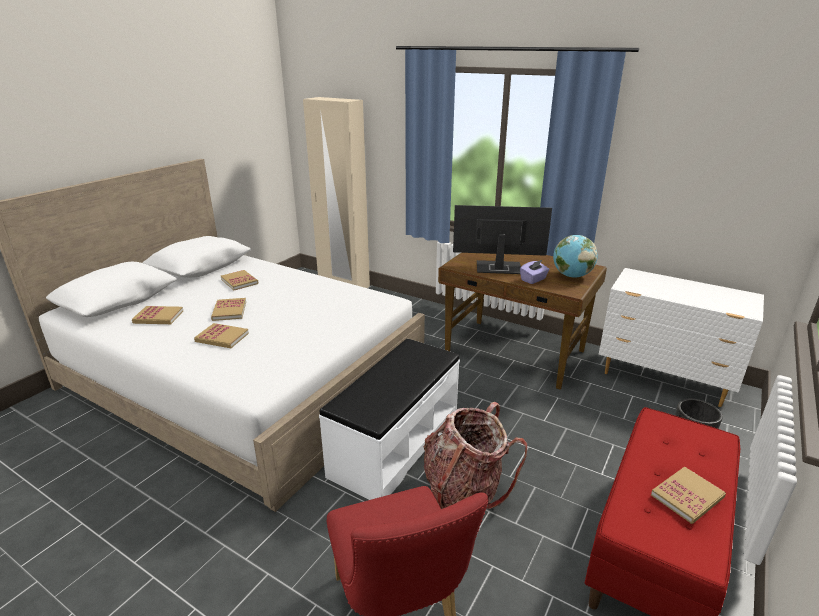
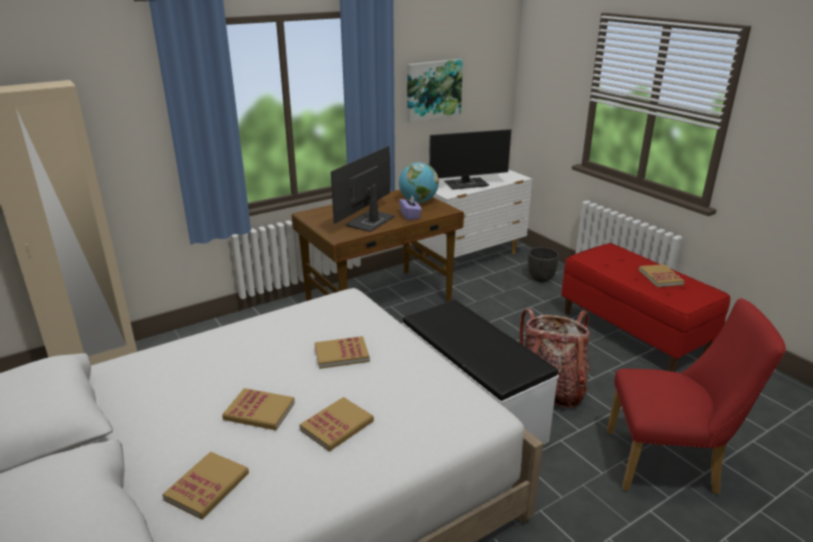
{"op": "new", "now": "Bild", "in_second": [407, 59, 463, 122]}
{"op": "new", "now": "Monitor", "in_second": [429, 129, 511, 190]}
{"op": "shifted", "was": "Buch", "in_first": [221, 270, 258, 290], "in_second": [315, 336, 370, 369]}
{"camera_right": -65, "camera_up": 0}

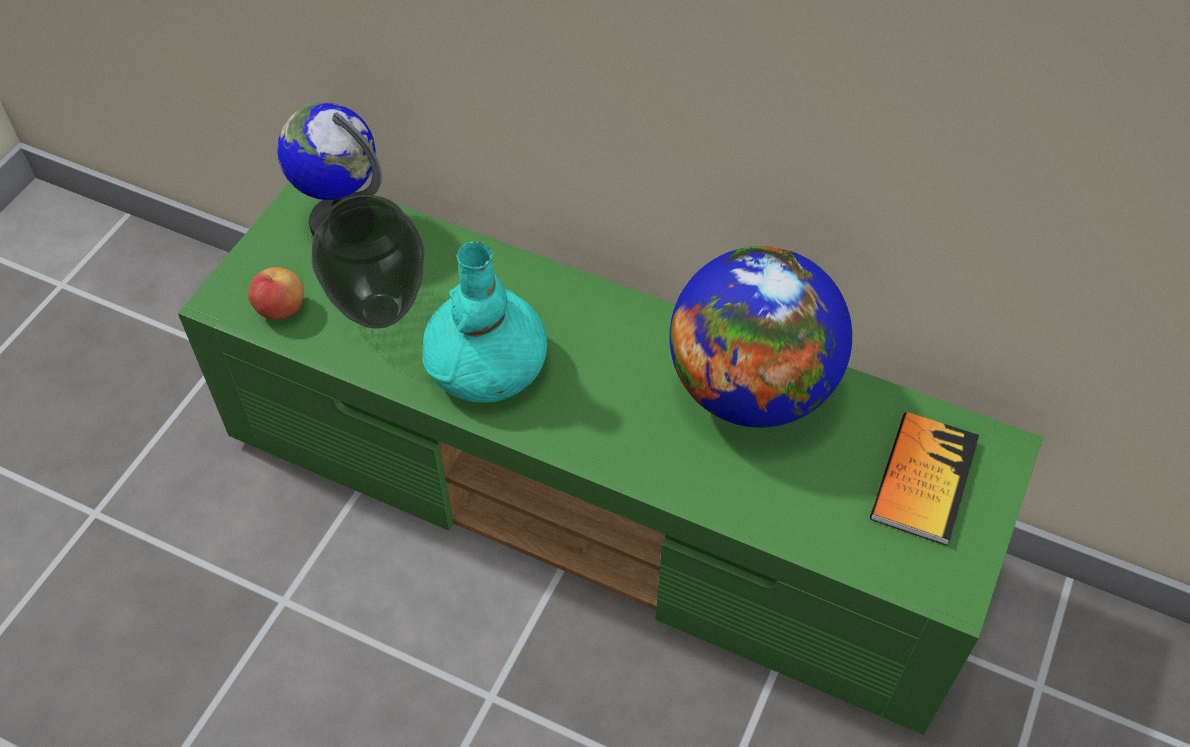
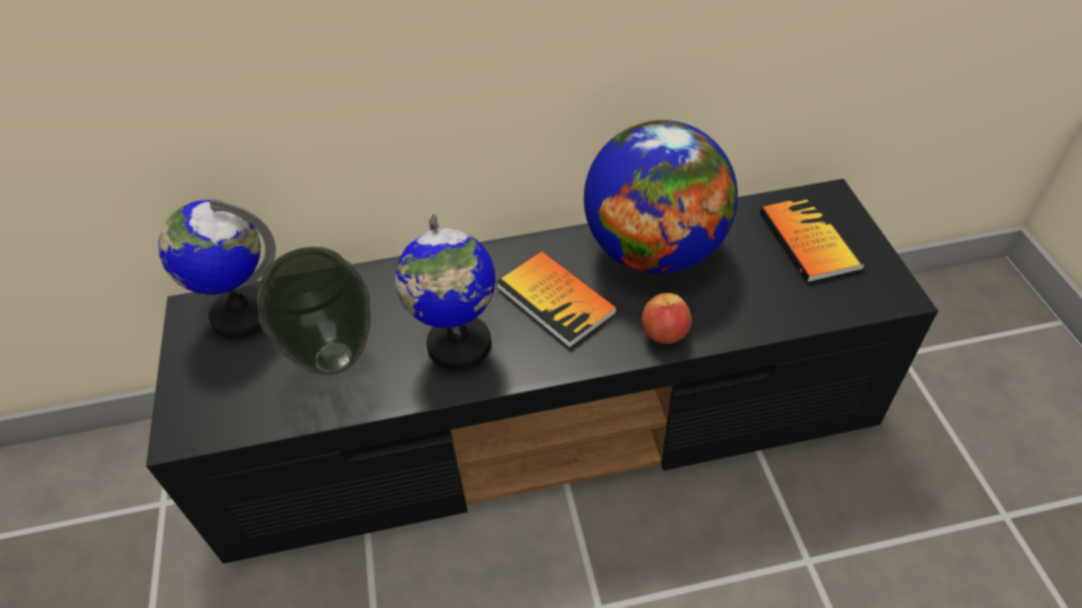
{"op": "new", "now": "Buch", "in_second": [496, 251, 617, 348]}
{"op": "shifted", "was": "Apfel", "in_first": [248, 267, 304, 320], "in_second": [642, 293, 692, 344]}
{"op": "swapped", "was": "Vase [türkis]", "now": "Globus", "in_first": [423, 242, 547, 403], "in_second": [395, 214, 495, 371]}
{"op": "repainted", "was": "Fernsehschrank [grün]", "now": "Fernsehschrank [schwarz]", "in_first": [178, 182, 1043, 735], "in_second": [146, 179, 938, 564]}
{"camera_right": -35, "camera_up": -5}

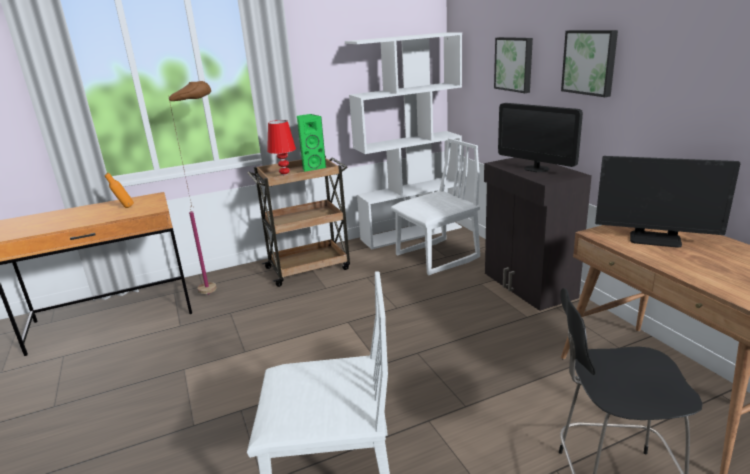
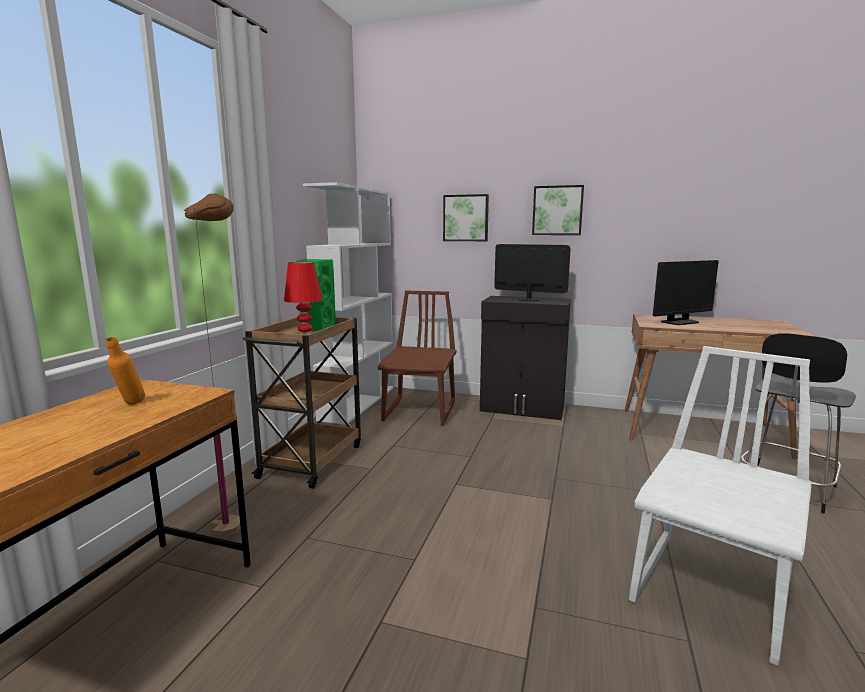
{"op": "repainted", "was": "Stuhl [weiß]", "now": "Stuhl [braun]", "in_first": [391, 138, 480, 275], "in_second": [378, 291, 456, 426]}
{"op": "rotated", "was": "Monitor", "in_first": [498, 103, 583, 172], "in_second": [495, 244, 571, 301], "clockwise": -150}
{"camera_right": -50, "camera_up": -10}

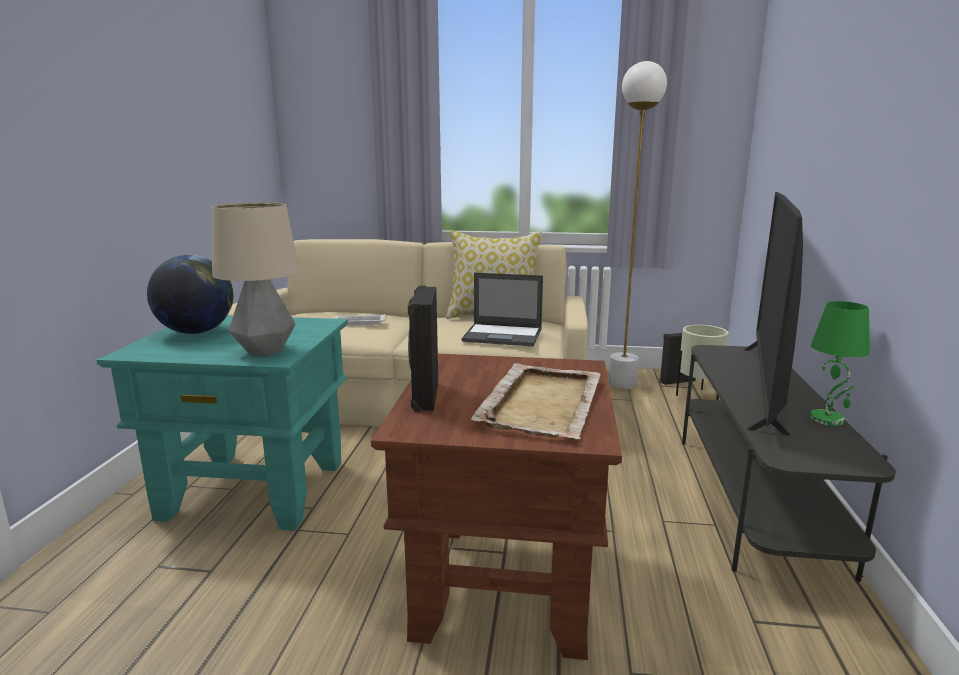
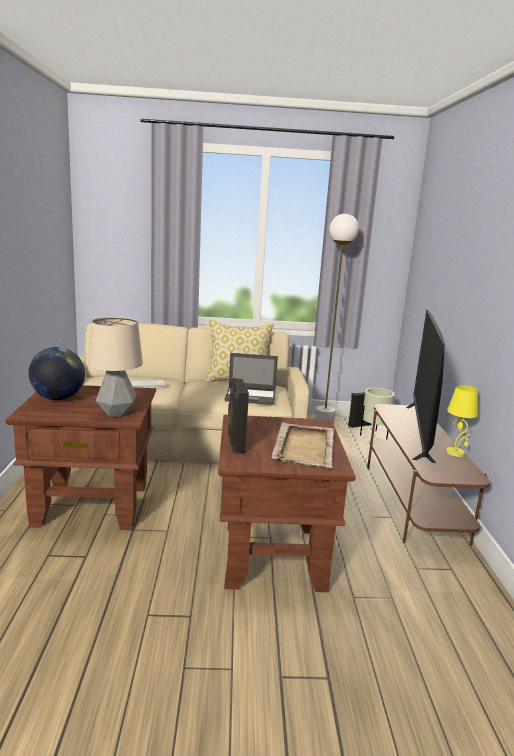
{"op": "repainted", "was": "Beistelltisch [türkis]", "now": "Beistelltisch [braun]", "in_first": [97, 315, 348, 531], "in_second": [5, 385, 156, 530]}
{"op": "repainted", "was": "Fernsehschrank [grau]", "now": "Fernsehschrank [braun]", "in_first": [682, 345, 896, 582], "in_second": [367, 404, 490, 546]}
{"op": "repainted", "was": "Tischlampe [grün]", "now": "Tischlampe [gelb]", "in_first": [810, 301, 870, 426], "in_second": [446, 385, 478, 457]}
{"camera_right": -10, "camera_up": 0}

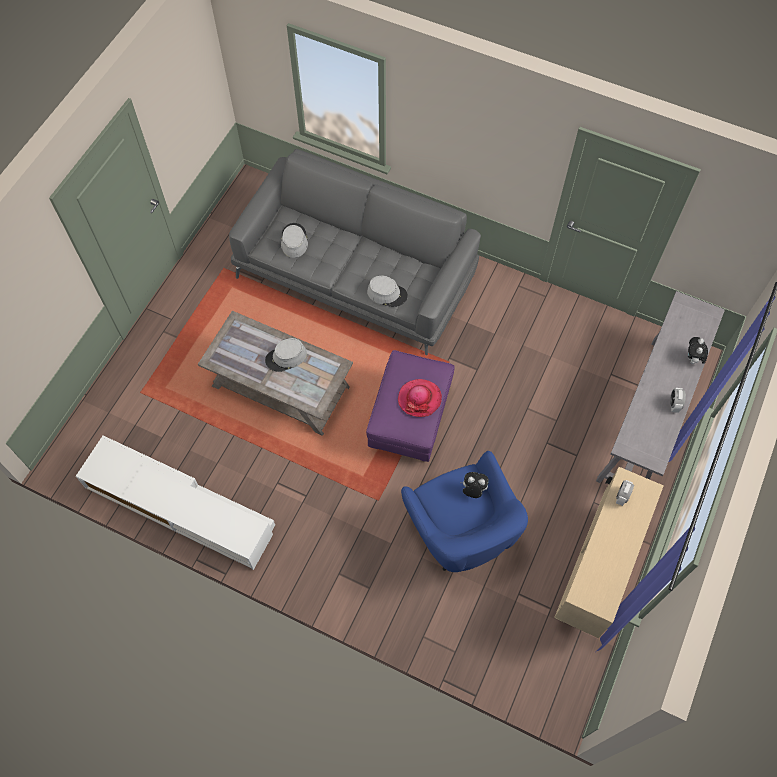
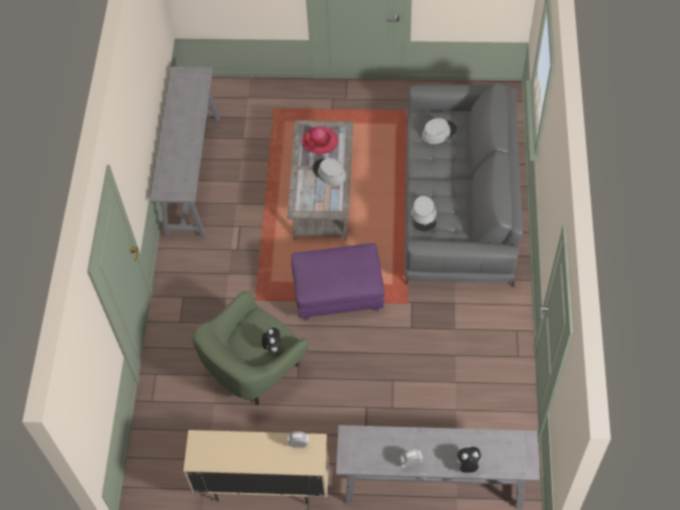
{"op": "shifted", "was": "Hut", "in_first": [398, 379, 442, 417], "in_second": [302, 126, 338, 154]}
{"op": "swapped", "was": "Fernsehschrank [weiß]", "now": "Konsolentisch [grau]", "in_first": [76, 436, 275, 570], "in_second": [150, 67, 220, 238]}
{"op": "repainted", "was": "Sessel [blau]", "now": "Sessel [grün]", "in_first": [401, 451, 528, 572], "in_second": [192, 291, 309, 405]}
{"camera_right": 70, "camera_up": -5}

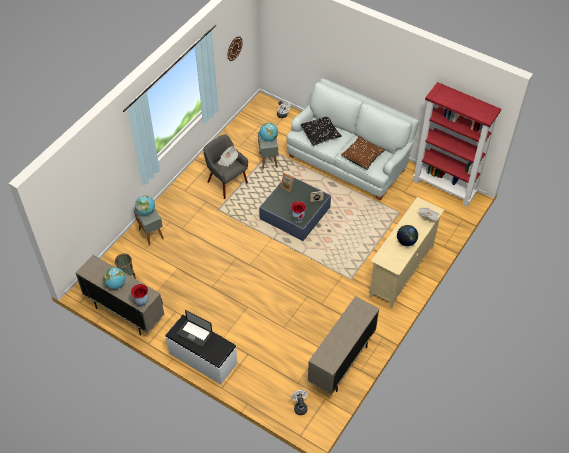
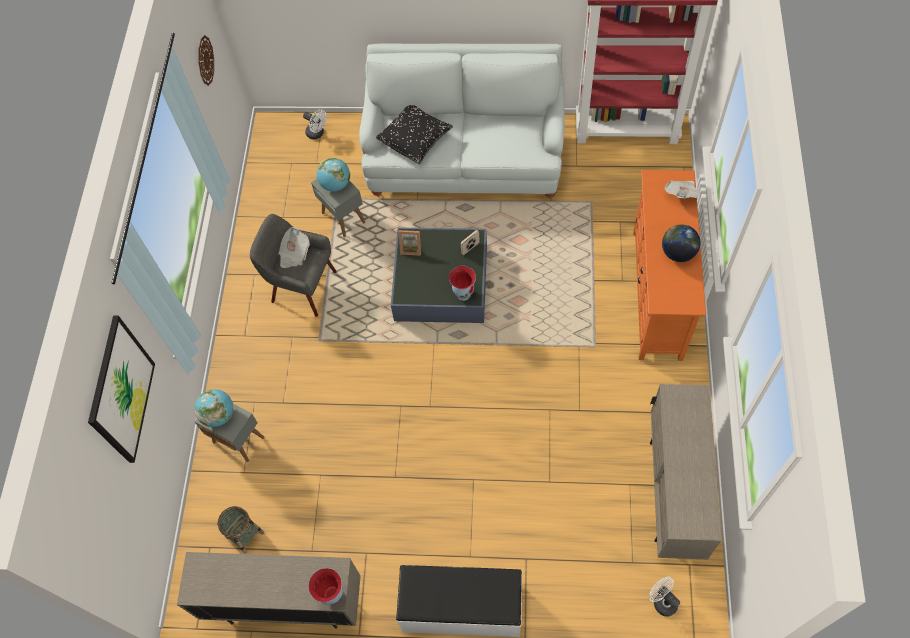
{"op": "gone", "was": "Globus", "in_first": [103, 267, 126, 289]}
{"op": "gone", "was": "Laptop", "in_first": [177, 310, 212, 347]}
{"op": "gone", "was": "Kissen [braun]", "in_first": [341, 136, 385, 170]}
{"op": "new", "now": "Bild", "in_second": [88, 315, 155, 463]}
{"op": "repainted", "was": "Fernsehschrank [beige]", "now": "Fernsehschrank [orange]", "in_first": [369, 197, 444, 309], "in_second": [633, 170, 706, 361]}
{"camera_right": -25, "camera_up": 10}

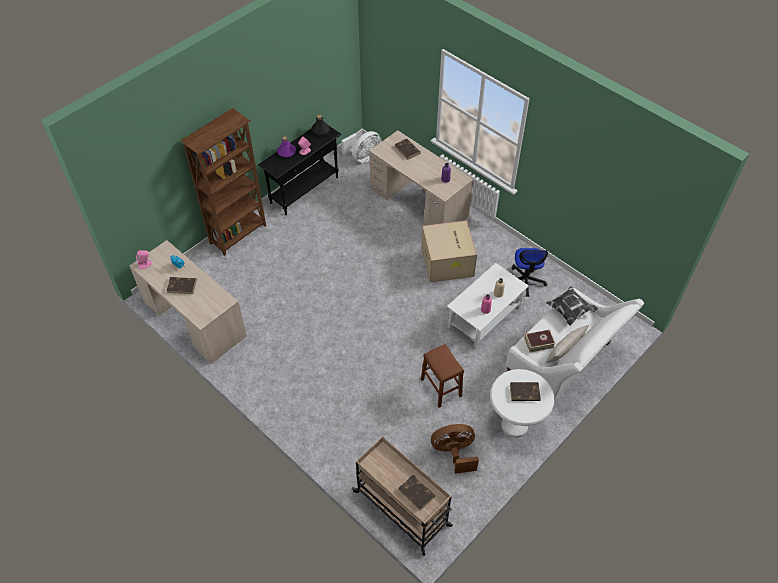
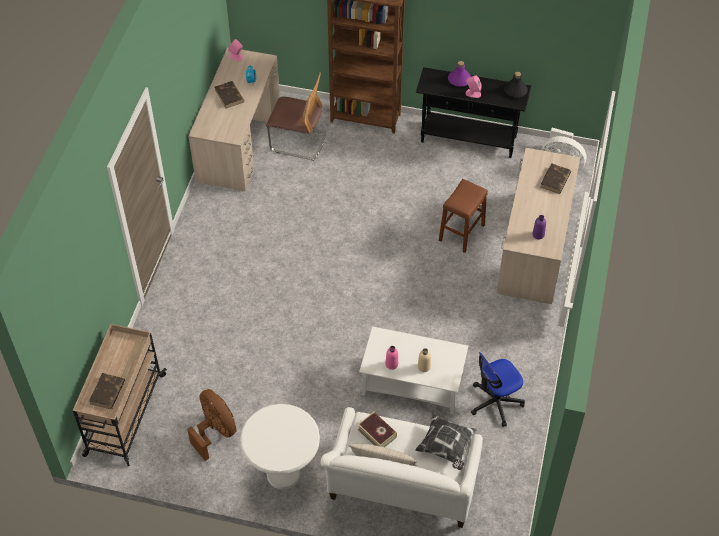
{"op": "gone", "was": "Karton", "in_first": [421, 220, 477, 282]}
{"op": "gone", "was": "Buch [braun]", "in_first": [510, 382, 541, 401]}
{"op": "new", "now": "Stuhl", "in_second": [266, 72, 326, 161]}
{"op": "shifted", "was": "Hocker [braun]", "in_first": [421, 344, 464, 408], "in_second": [439, 179, 488, 253]}
{"camera_right": 60, "camera_up": 0}

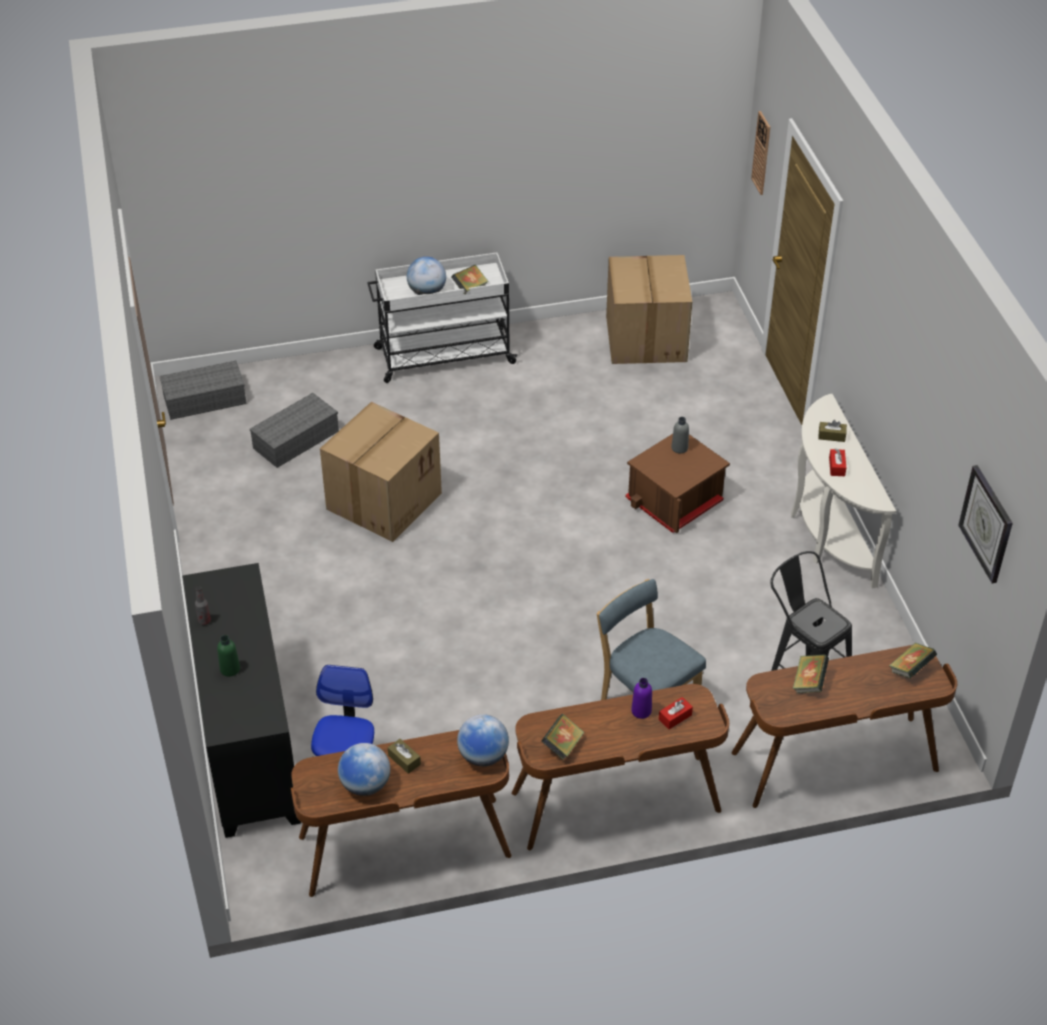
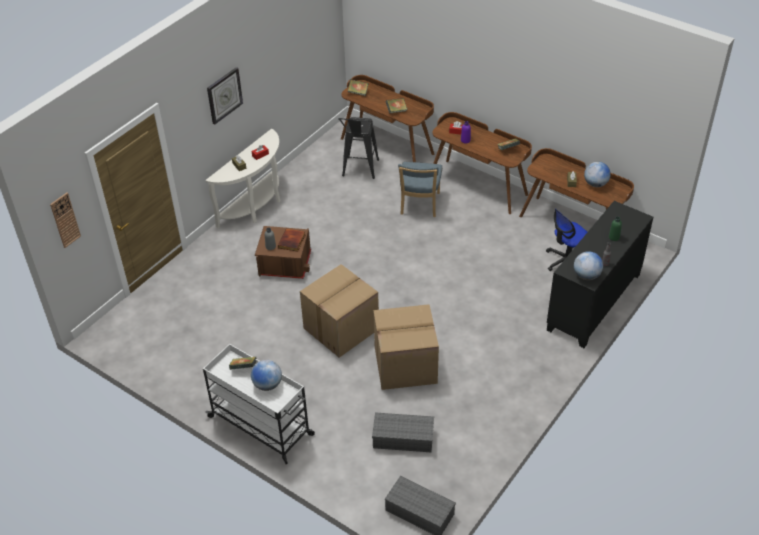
{"op": "new", "now": "Buch", "in_second": [278, 228, 306, 252]}
{"op": "shifted", "was": "Globus", "in_first": [457, 714, 509, 766], "in_second": [574, 251, 603, 280]}
{"op": "shifted", "was": "Karton", "in_first": [606, 255, 692, 364], "in_second": [300, 264, 379, 358]}
{"op": "shifted", "was": "Wanduhr", "in_first": [958, 465, 1013, 583], "in_second": [207, 67, 243, 125]}
{"camera_right": -130, "camera_up": 0}

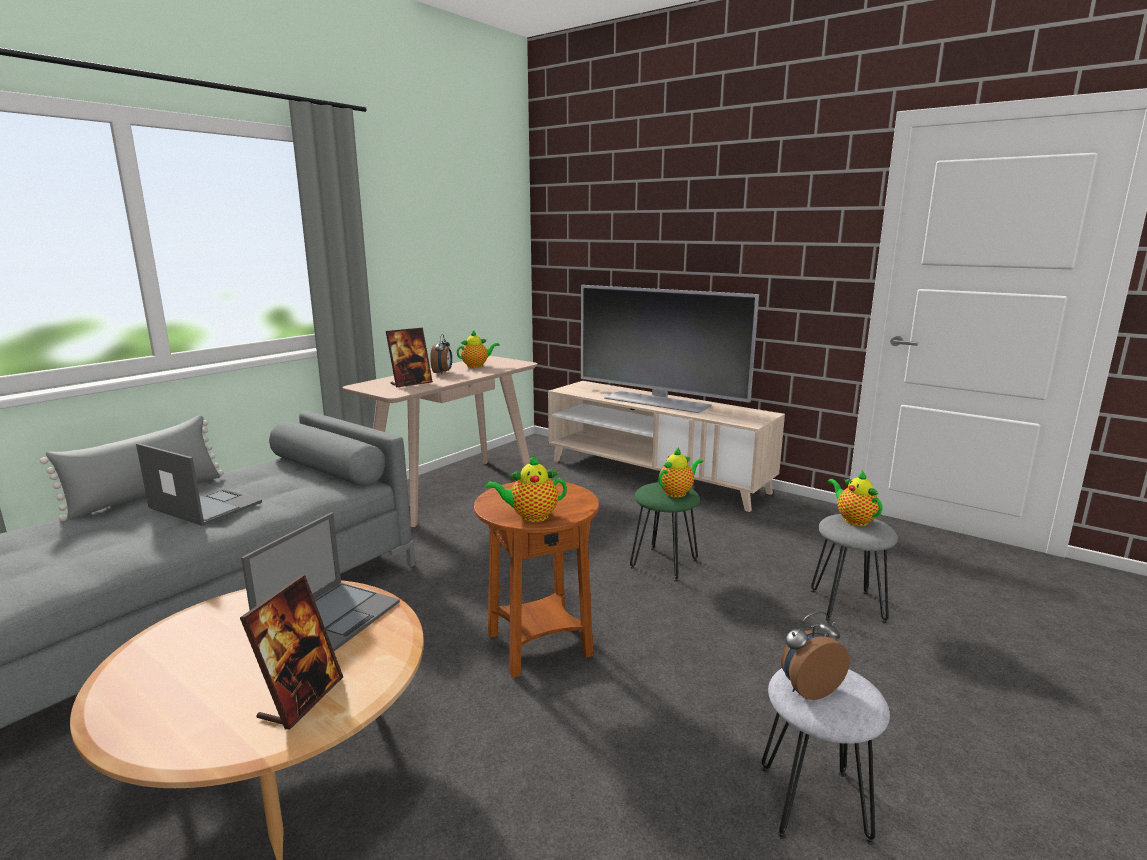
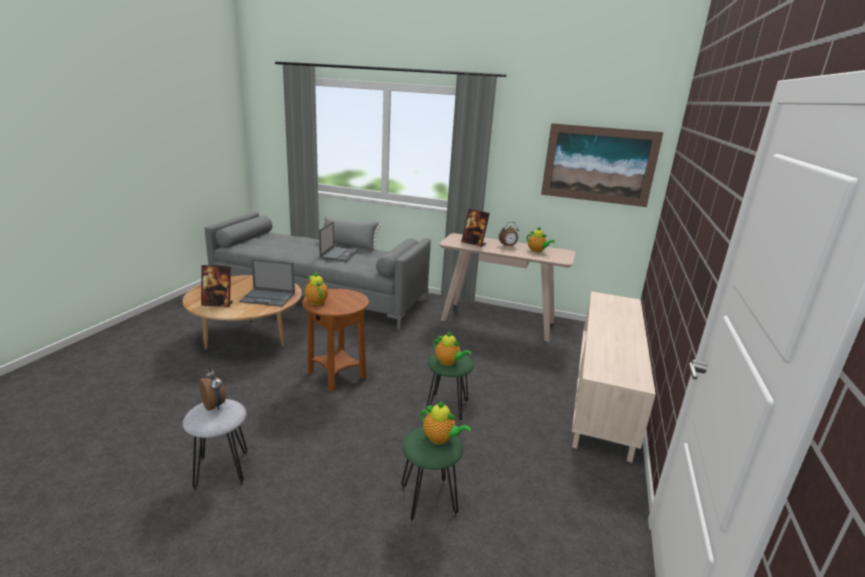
{"op": "gone", "was": "Fernseher", "in_first": [581, 285, 759, 413]}
{"op": "new", "now": "Bild", "in_second": [541, 123, 664, 207]}
{"op": "repainted", "was": "Hocker [grau]", "now": "Hocker [grün]", "in_first": [811, 514, 898, 624], "in_second": [401, 427, 463, 523]}
{"op": "rotated", "was": "Teekanne", "in_first": [827, 471, 883, 526], "in_second": [420, 401, 471, 444], "clockwise": 75}
{"camera_right": 70, "camera_up": 5}

